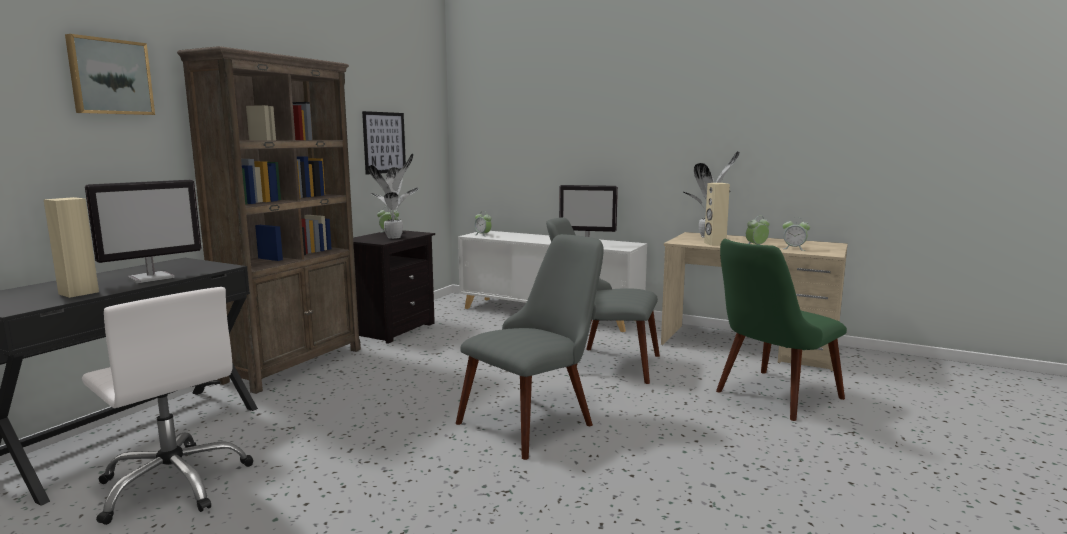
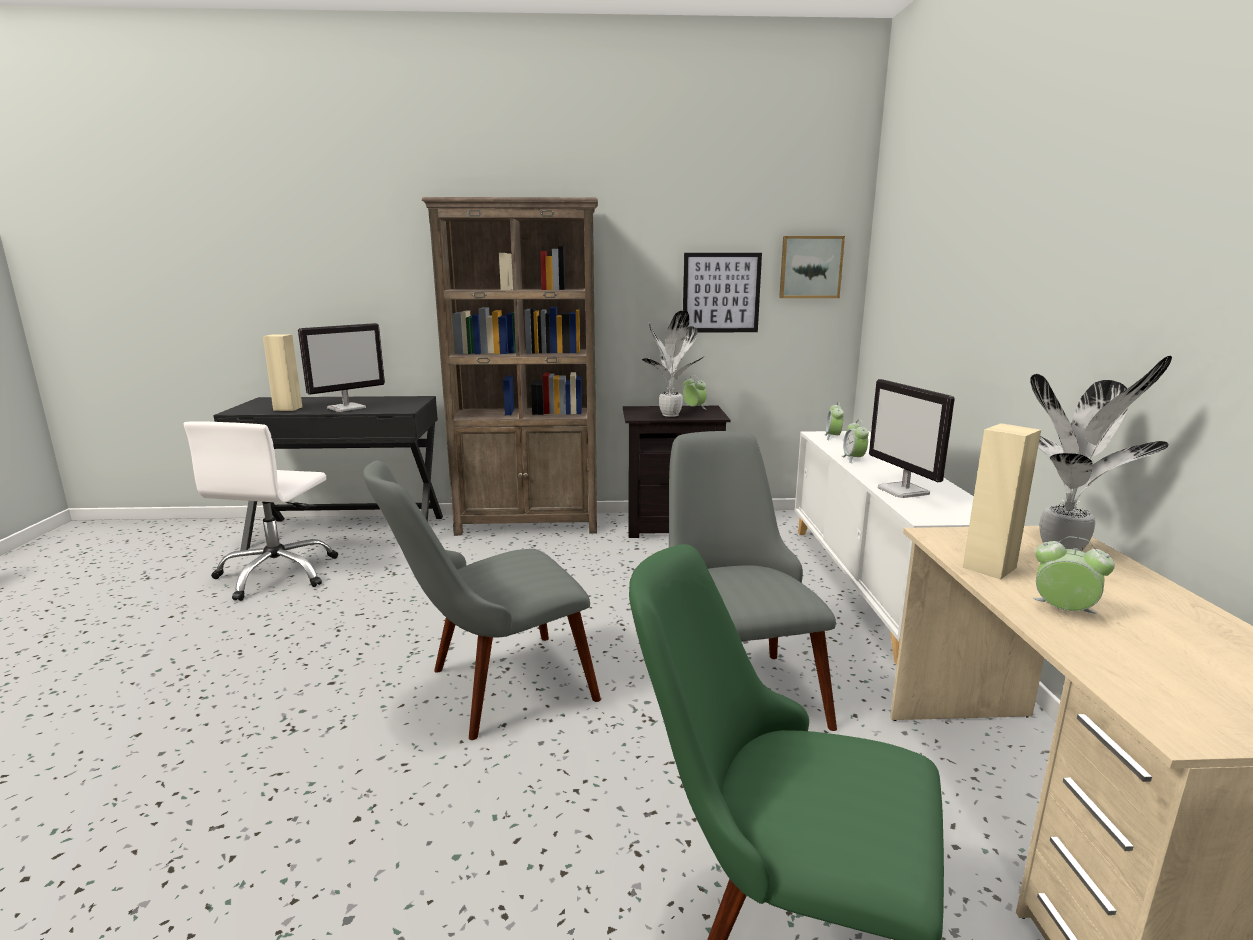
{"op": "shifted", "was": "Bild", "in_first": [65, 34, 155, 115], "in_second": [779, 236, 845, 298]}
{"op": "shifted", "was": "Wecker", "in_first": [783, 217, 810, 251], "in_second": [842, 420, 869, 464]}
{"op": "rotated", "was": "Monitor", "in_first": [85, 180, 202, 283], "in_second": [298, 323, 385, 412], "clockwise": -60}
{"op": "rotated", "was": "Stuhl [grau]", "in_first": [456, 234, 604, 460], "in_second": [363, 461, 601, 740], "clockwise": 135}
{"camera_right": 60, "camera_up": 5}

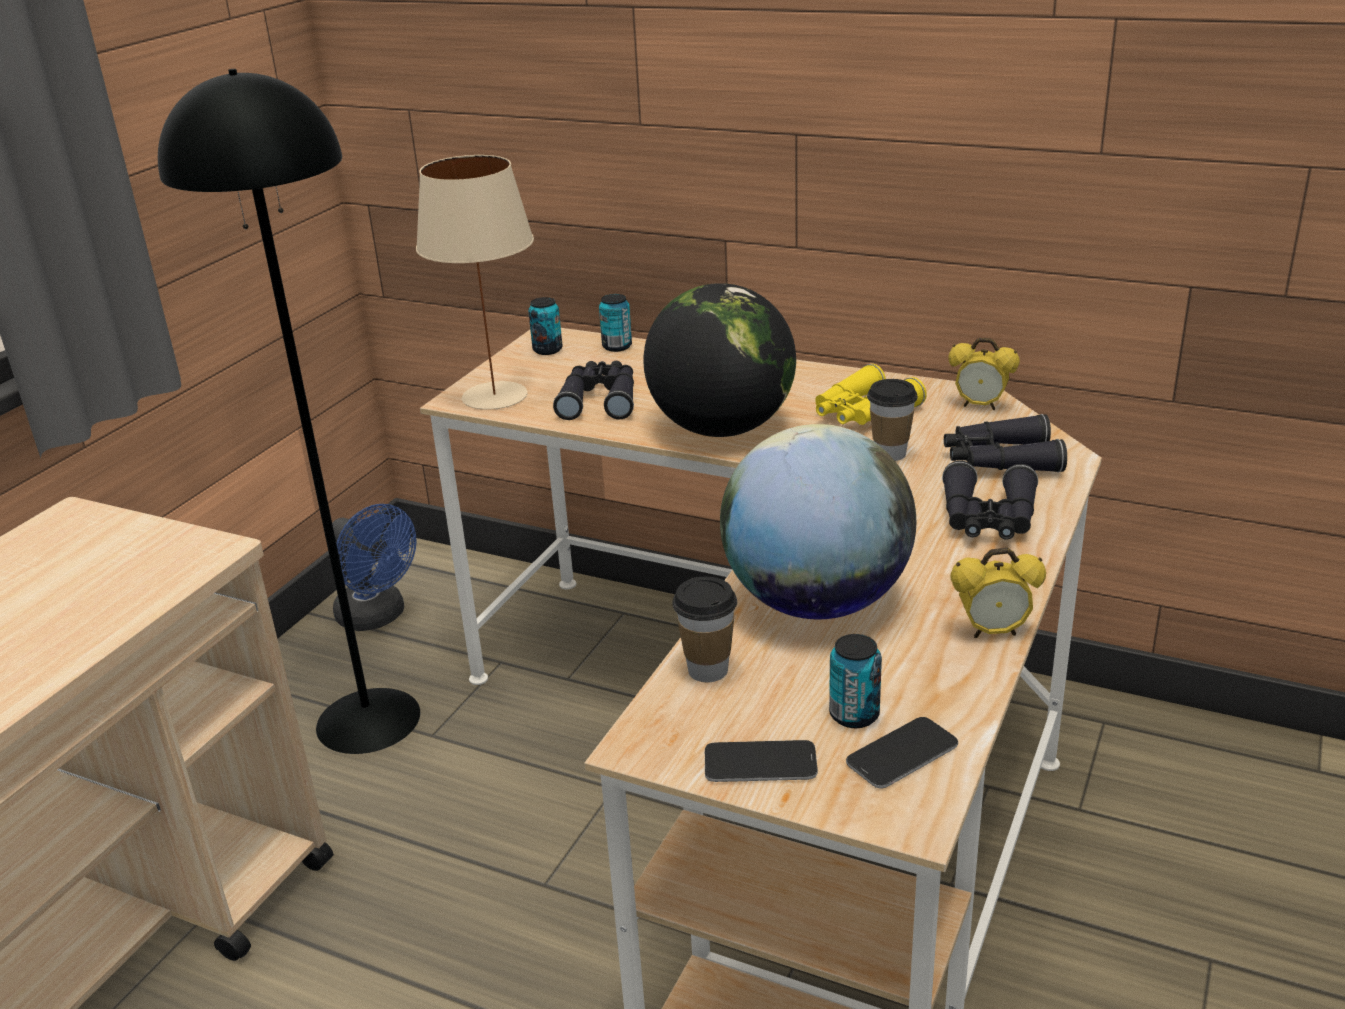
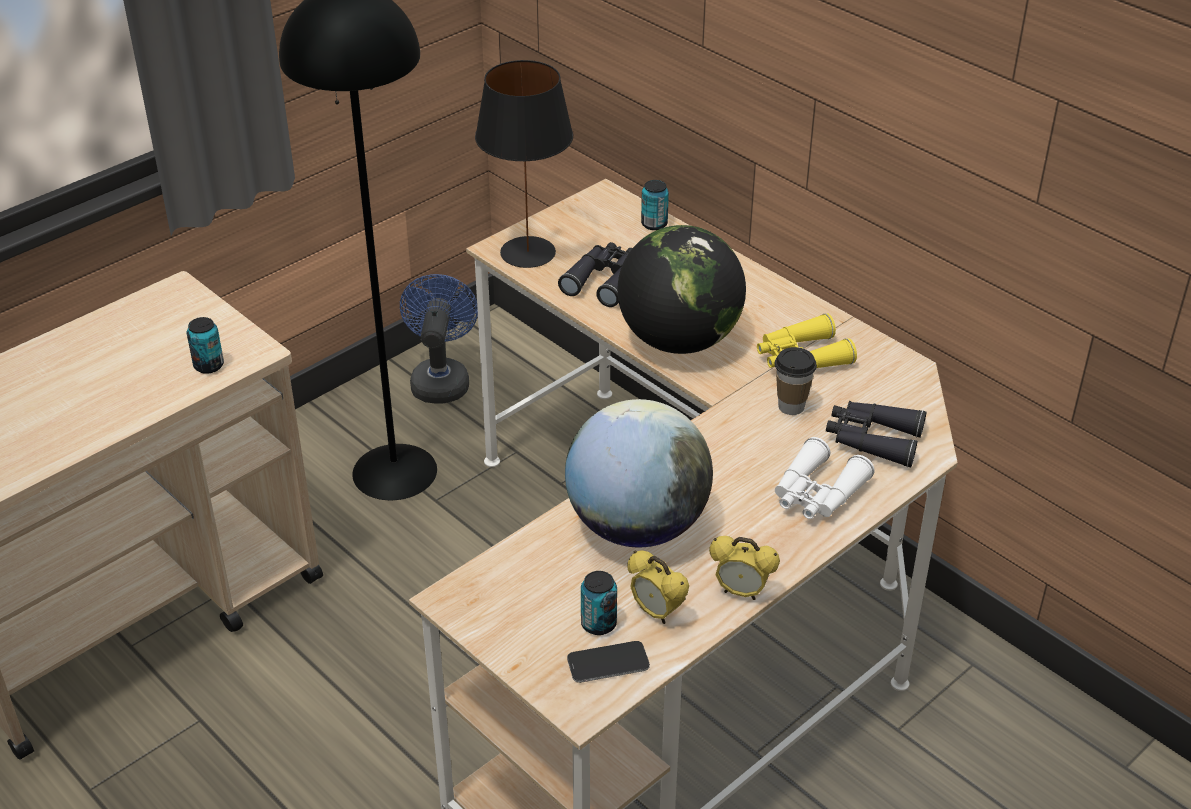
{"op": "gone", "was": "Tasse", "in_first": [672, 577, 737, 682]}
{"op": "gone", "was": "Handy", "in_first": [705, 740, 818, 782]}
{"op": "shifted", "was": "Dose", "in_first": [528, 297, 563, 355], "in_second": [187, 317, 224, 374]}
{"op": "shifted", "was": "Wecker", "in_first": [948, 338, 1020, 410], "in_second": [627, 551, 689, 624]}
{"op": "repainted", "was": "Tischlampe [beige]", "now": "Tischlampe [schwarz]", "in_first": [416, 155, 534, 410], "in_second": [475, 60, 573, 268]}
{"op": "repainted", "was": "Fernglas [schwarz]", "now": "Fernglas [weiß]", "in_first": [942, 461, 1038, 540], "in_second": [775, 437, 875, 519]}
{"op": "rotated", "was": "Ventilator [blau]", "in_first": [332, 504, 417, 631], "in_second": [400, 274, 478, 404], "clockwise": -150}
{"camera_right": 20, "camera_up": 10}

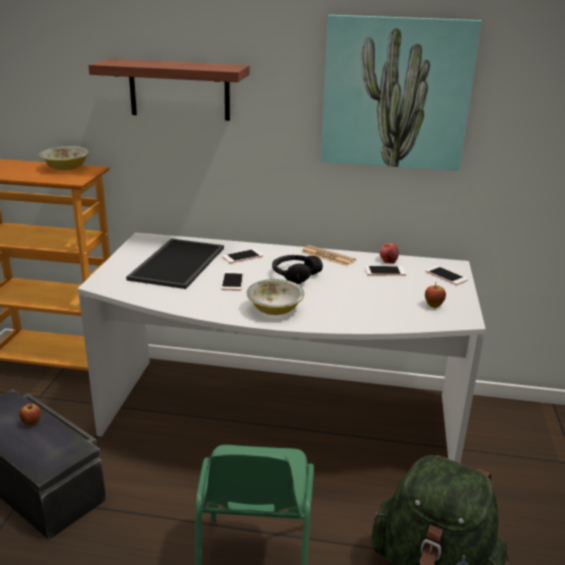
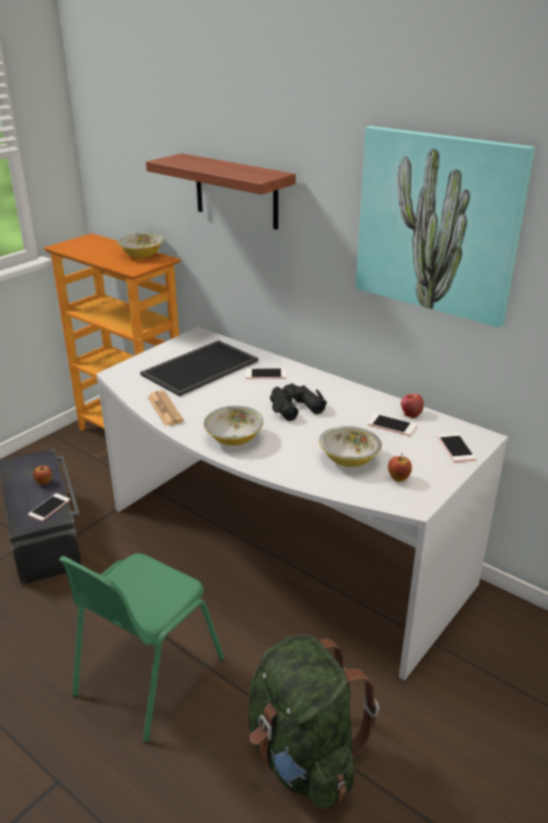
{"op": "new", "now": "Schüssel", "in_second": [319, 426, 382, 467]}
{"op": "shifted", "was": "Handy", "in_first": [221, 271, 244, 291], "in_second": [28, 493, 70, 521]}
{"op": "shifted", "was": "Zeitung", "in_first": [302, 245, 356, 266], "in_second": [148, 391, 184, 426]}
{"op": "swapped", "was": "Kopfhörer [schwarz]", "now": "Fernglas [schwarz]", "in_first": [272, 255, 323, 284], "in_second": [270, 383, 327, 421]}
{"camera_right": 30, "camera_up": 5}

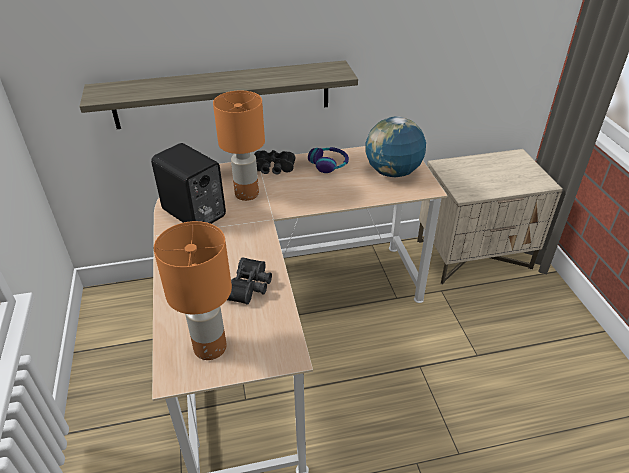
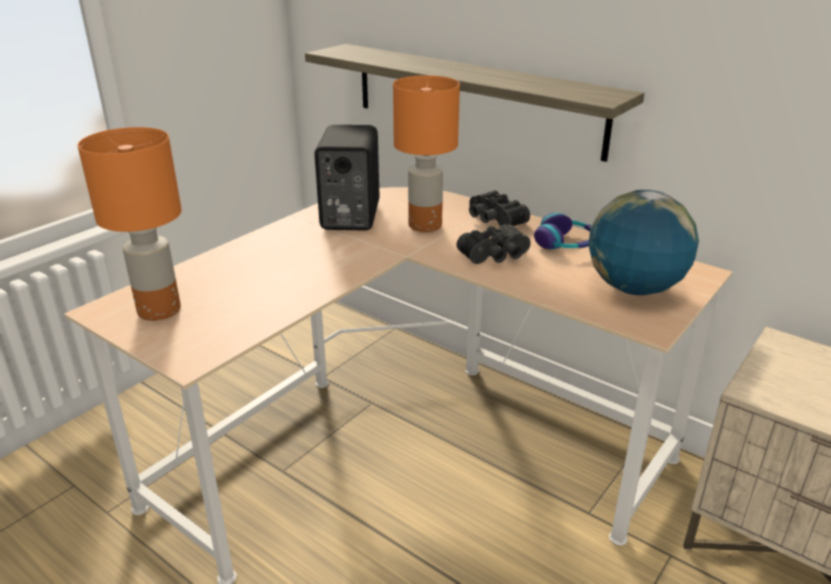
{"op": "shifted", "was": "Fernglas [schwarz]", "in_first": [227, 257, 272, 305], "in_second": [456, 224, 531, 264]}
{"camera_right": 50, "camera_up": -10}

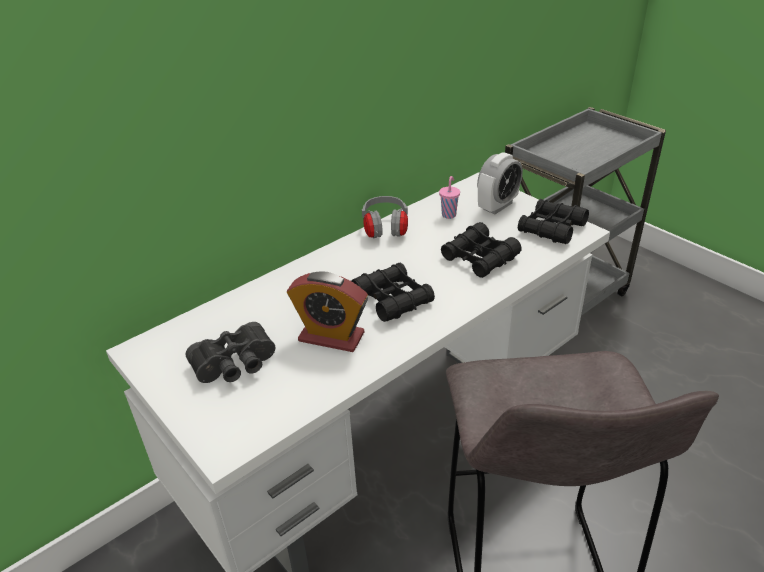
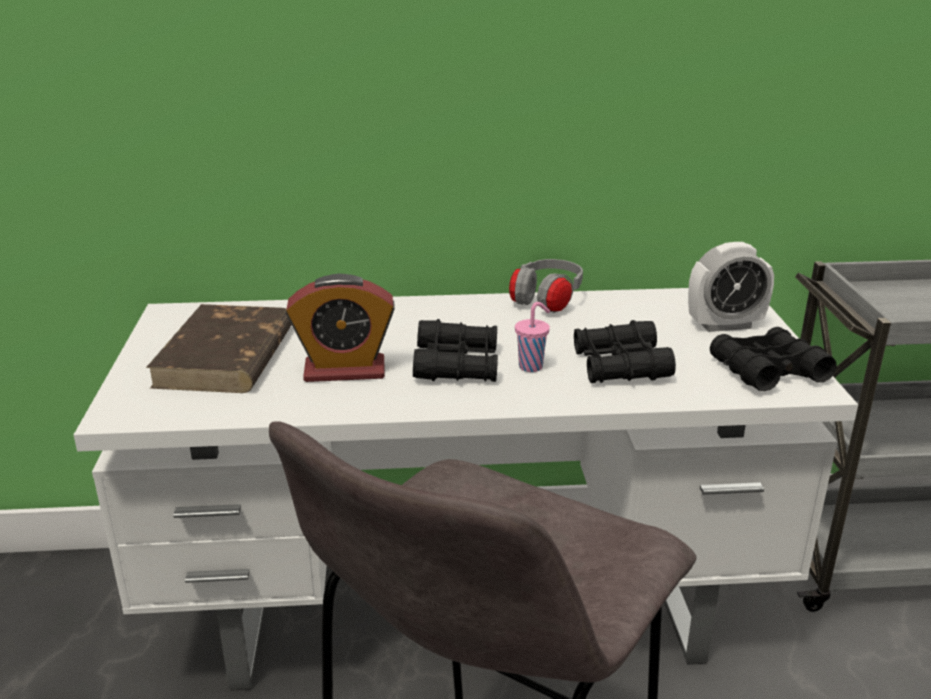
{"op": "shifted", "was": "Tasse [rosa]", "in_first": [439, 176, 460, 219], "in_second": [515, 302, 550, 372]}
{"op": "swapped", "was": "Fernglas [schwarz]", "now": "Buch [braun]", "in_first": [186, 322, 275, 383], "in_second": [146, 304, 292, 393]}
{"op": "rotated", "was": "Wecker", "in_first": [287, 272, 368, 352], "in_second": [286, 274, 395, 382], "clockwise": -60}
{"camera_right": 35, "camera_up": -10}

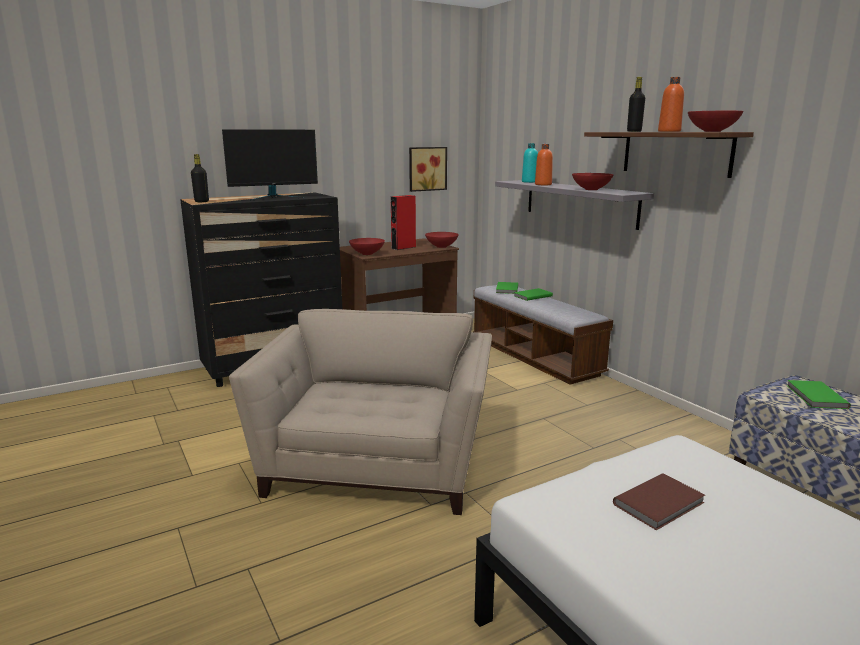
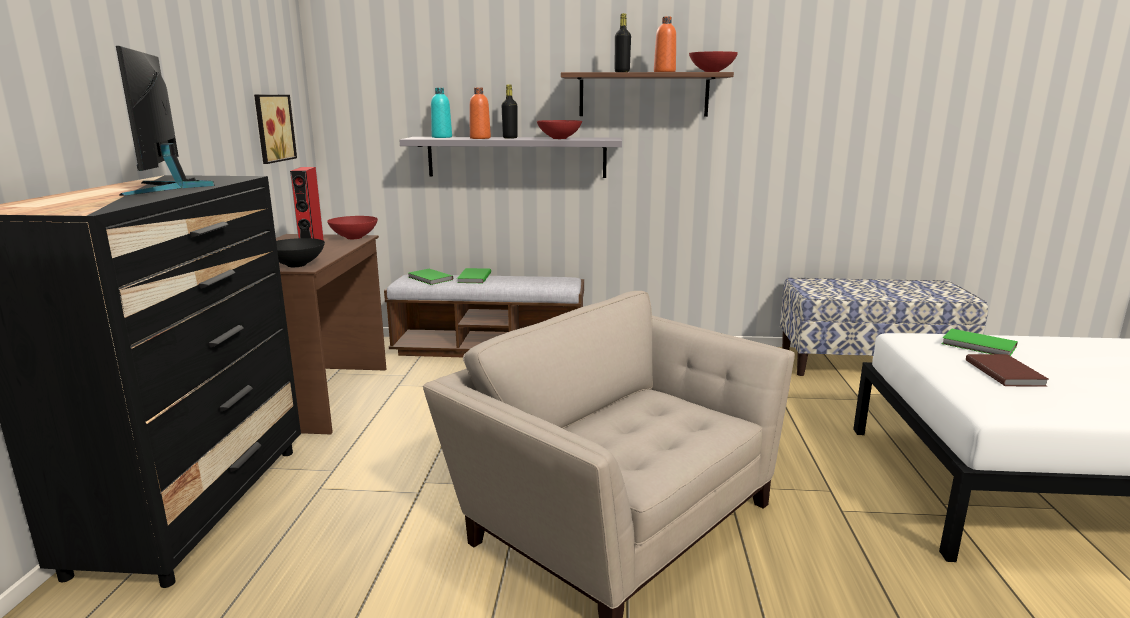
{"op": "shifted", "was": "Flasche [schwarz]", "in_first": [191, 154, 209, 202], "in_second": [502, 84, 518, 139]}
{"op": "shifted", "was": "Buch [grün]", "in_first": [786, 380, 851, 409], "in_second": [942, 329, 1018, 356]}
{"op": "repainted", "was": "Schüssel [rot]", "now": "Schüssel [schwarz]", "in_first": [349, 238, 385, 255], "in_second": [276, 238, 325, 267]}
{"op": "rotated", "was": "Monitor", "in_first": [222, 129, 318, 201], "in_second": [116, 46, 215, 196], "clockwise": 150}
{"camera_right": -55, "camera_up": 0}

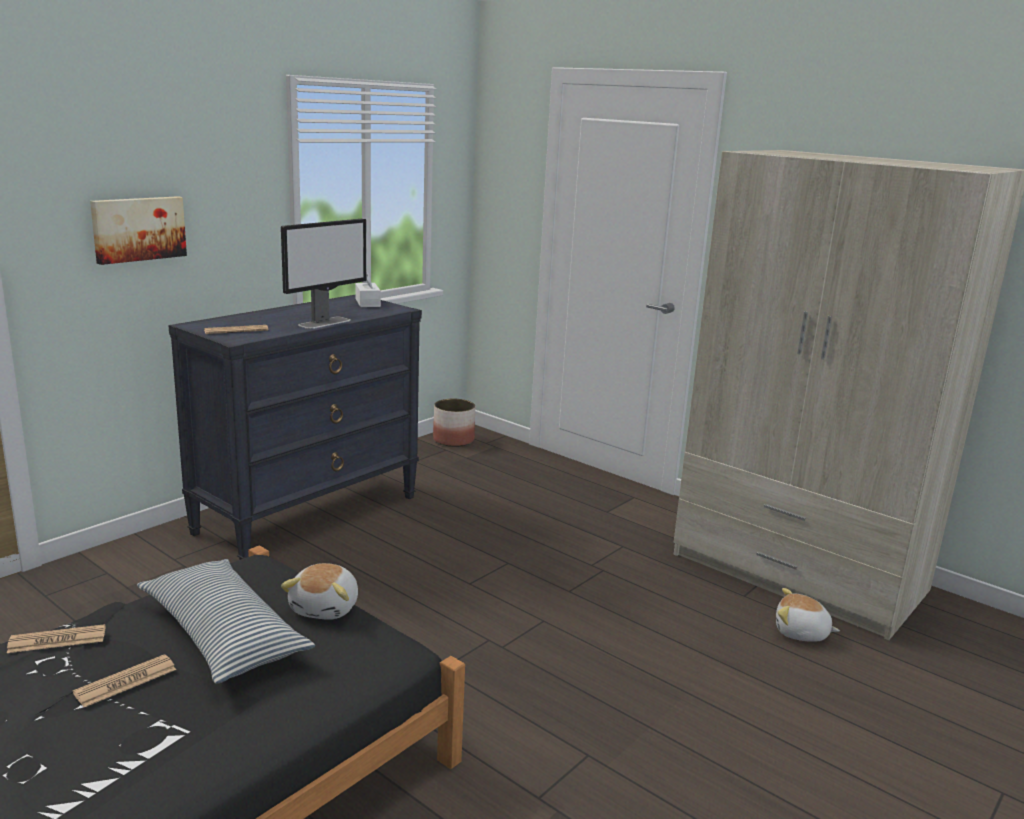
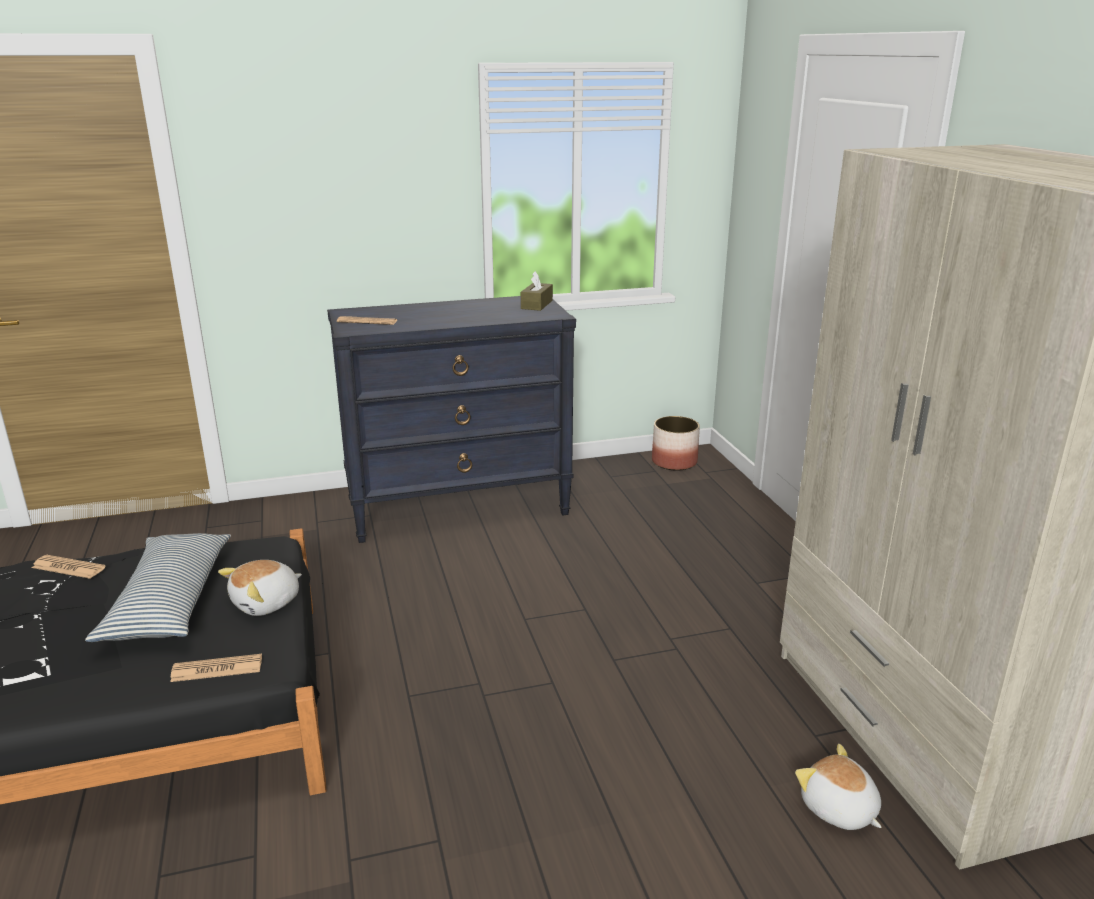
{"op": "gone", "was": "Bild", "in_first": [90, 196, 187, 265]}
{"op": "gone", "was": "Monitor", "in_first": [281, 219, 366, 329]}
{"op": "shifted", "was": "Zeitung", "in_first": [73, 654, 176, 707], "in_second": [170, 654, 262, 682]}
{"op": "repainted", "was": "Taschentuchbox [weiß]", "now": "Taschentuchbox [braun]", "in_first": [355, 271, 381, 307], "in_second": [521, 271, 553, 311]}
{"camera_right": 35, "camera_up": 5}

